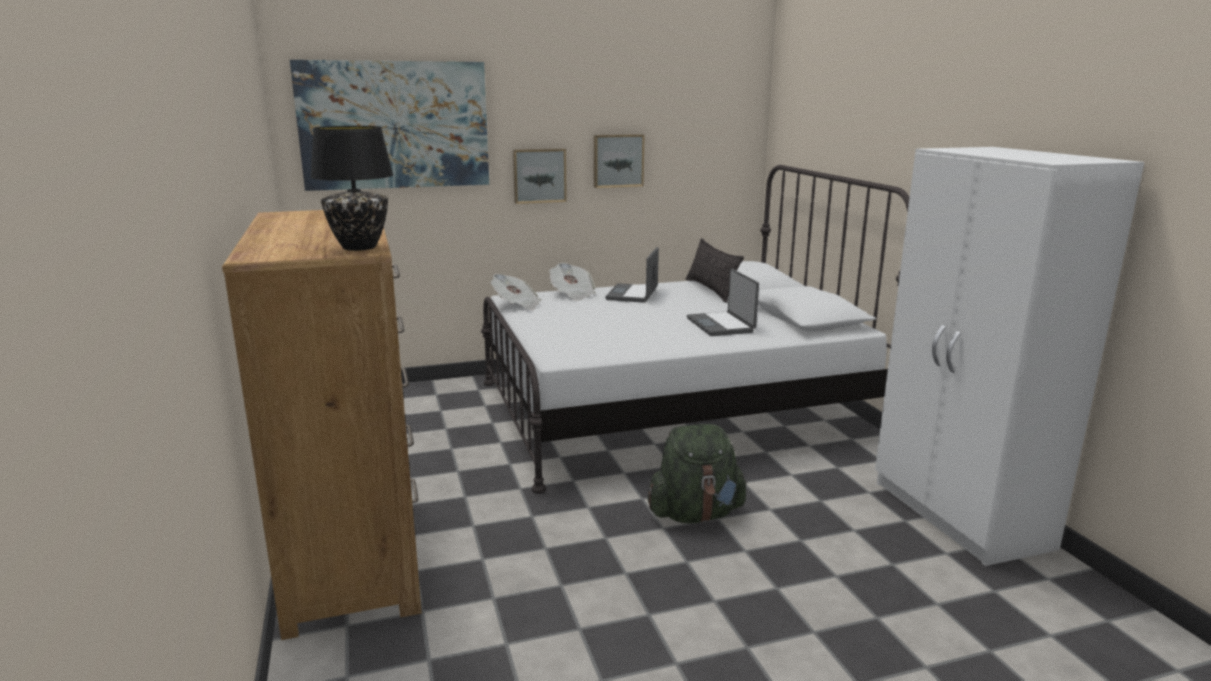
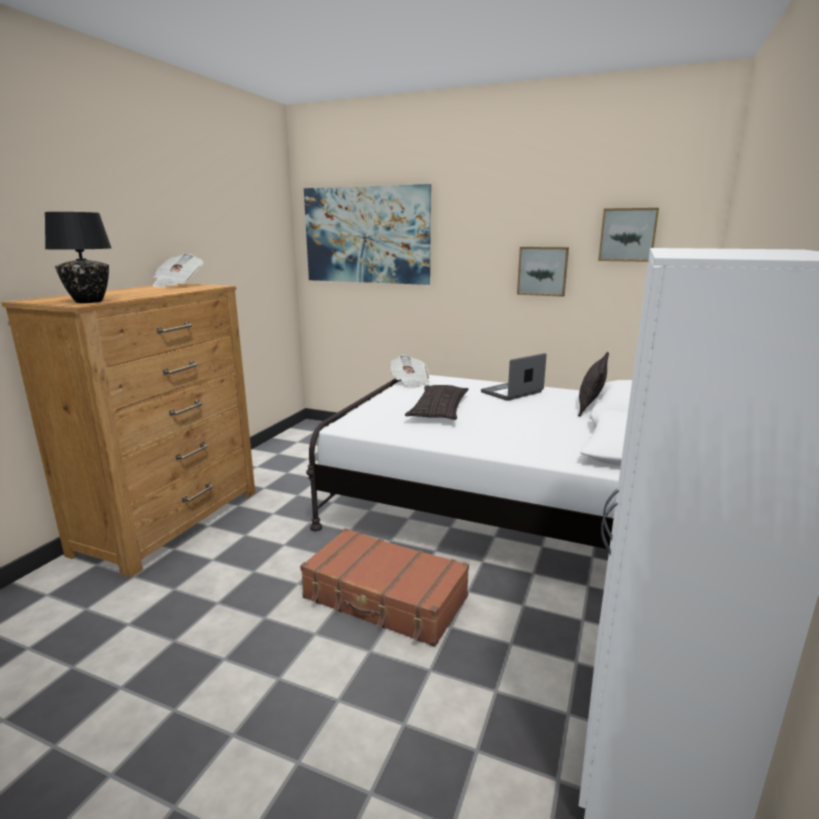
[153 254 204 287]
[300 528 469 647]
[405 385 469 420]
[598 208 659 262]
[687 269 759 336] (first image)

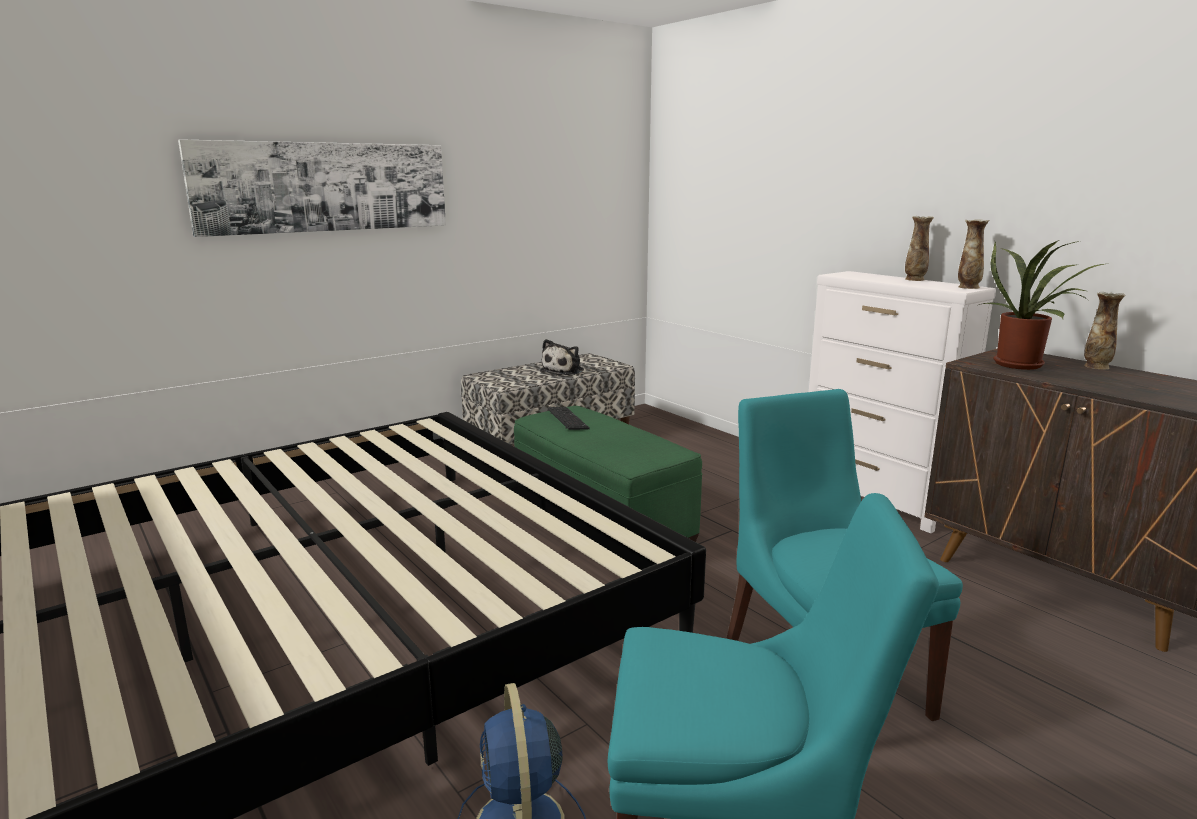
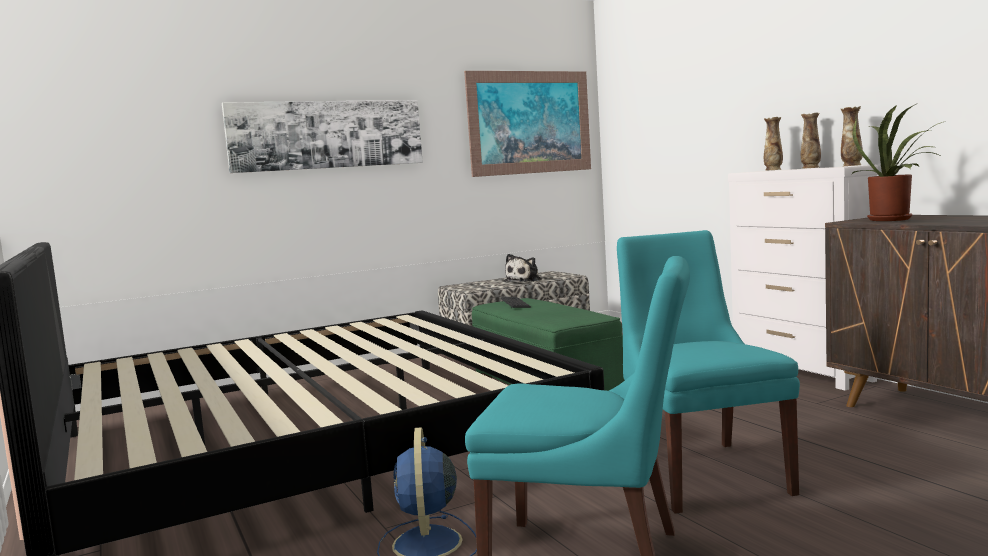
[464 71 591 177]
[764 117 783 171]

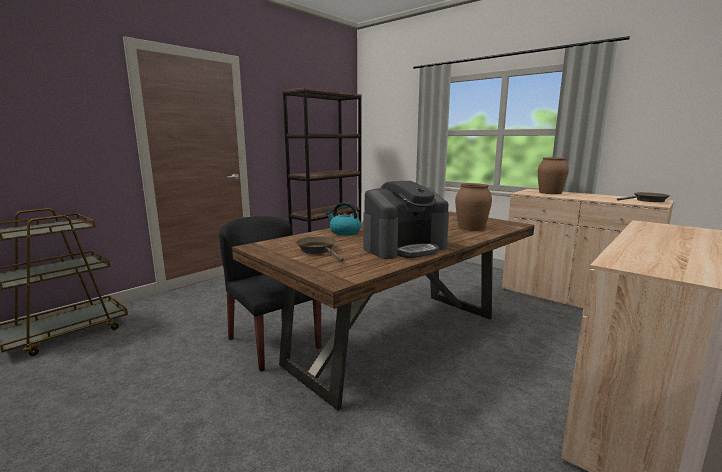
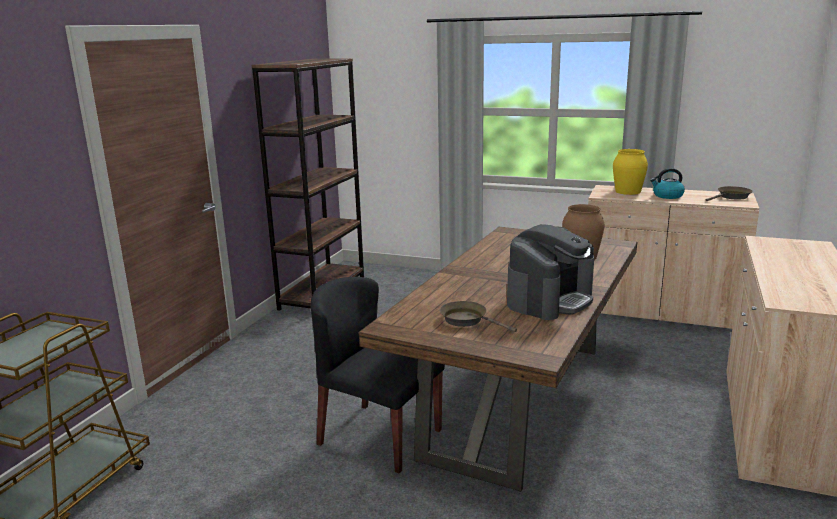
[613 149 648 195]
[650 168 685 199]

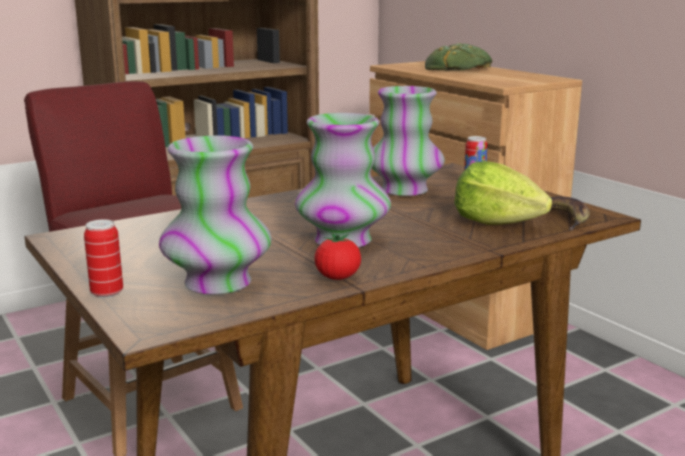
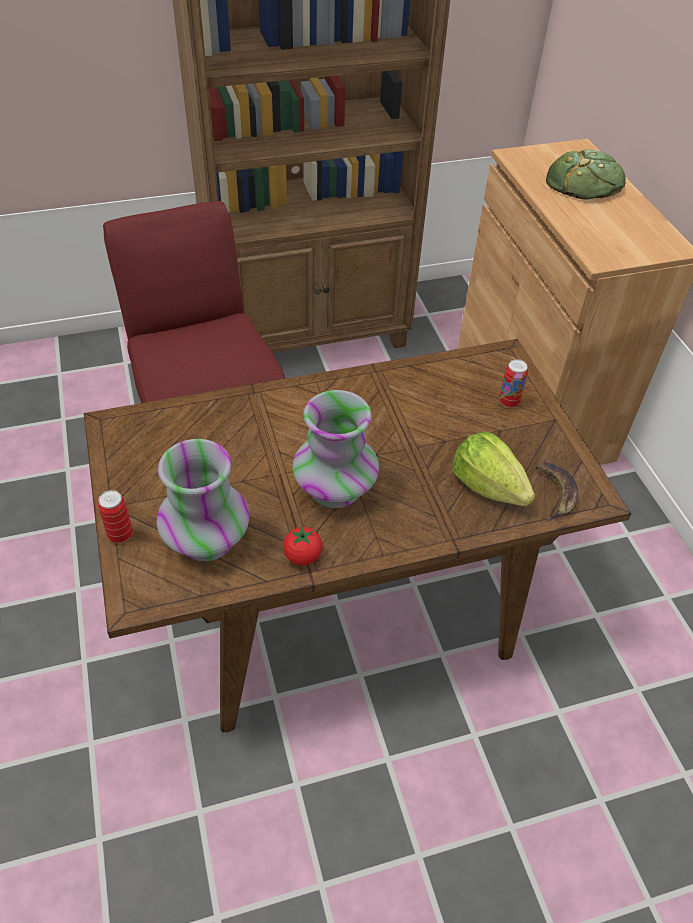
[372 86 445 196] (first image)

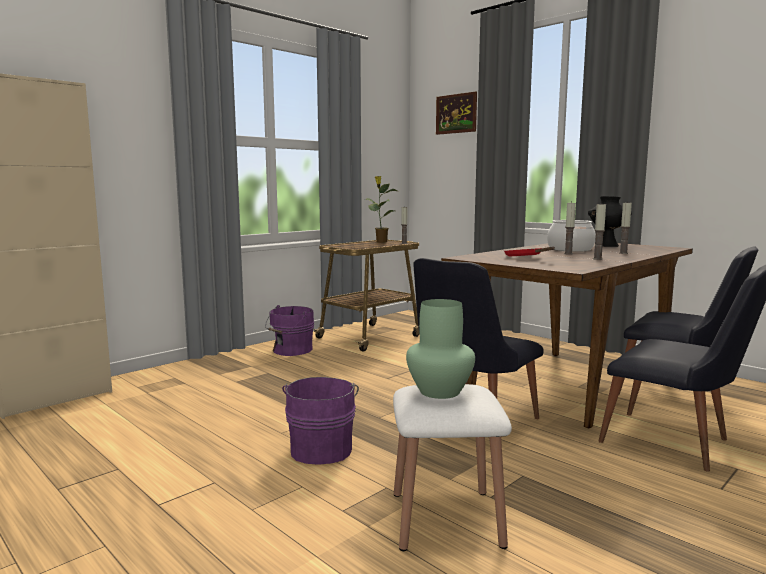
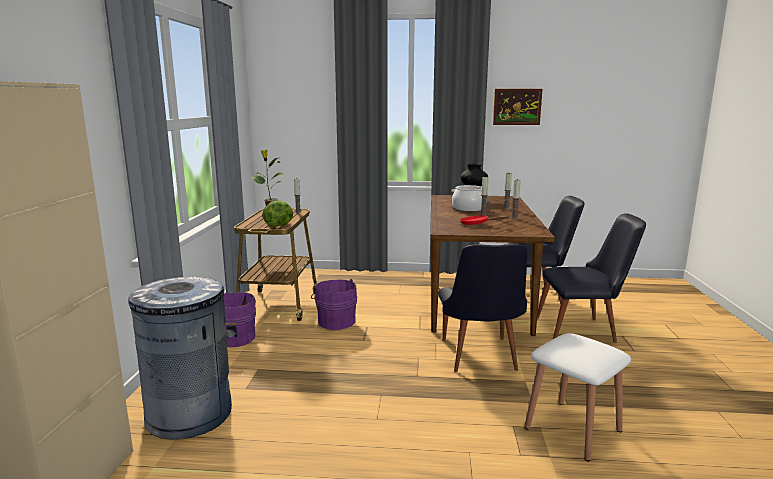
[128 277 232 440]
[262 200 293 227]
[311 279 358 330]
[493 89 542 125]
[406 299 475 399] (first image)

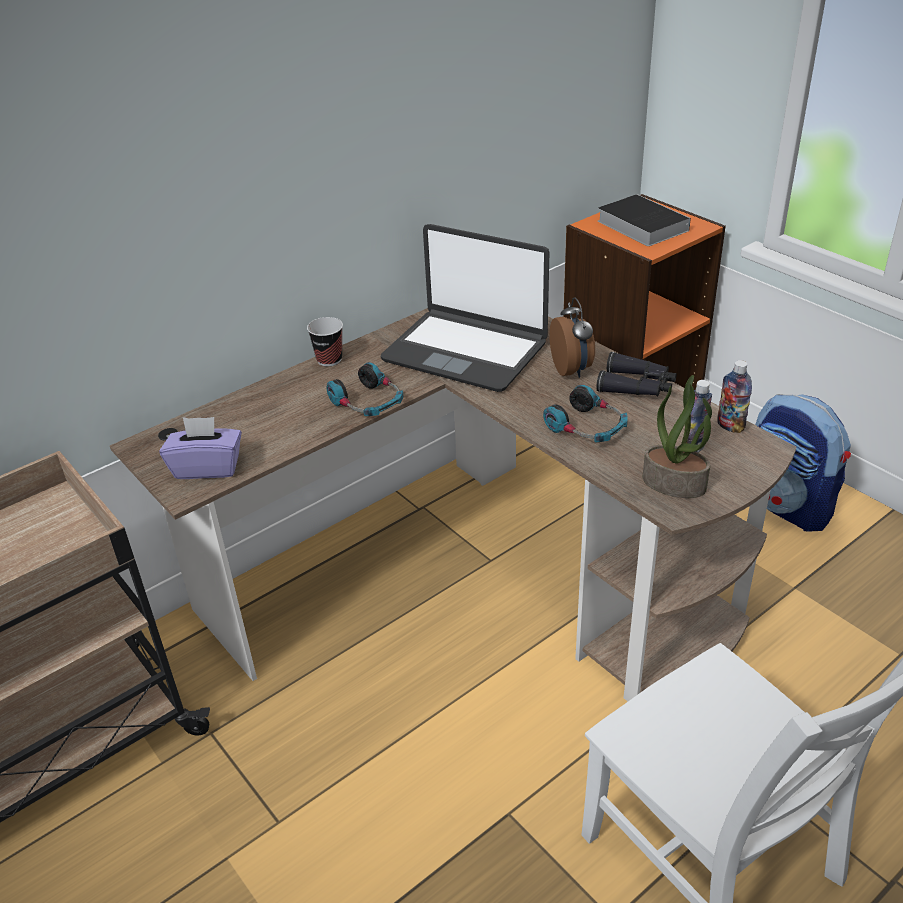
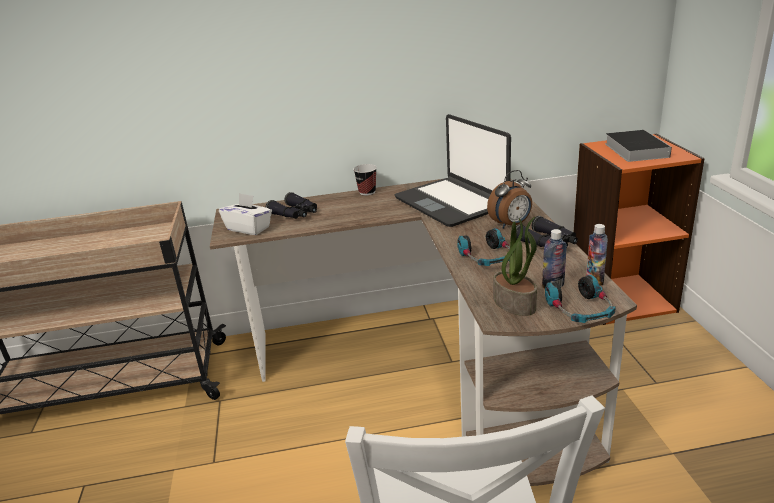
[219 193 272 235]
[266 192 317 219]
[487 170 532 229]
[545 275 616 323]
[755 394 851 532] (first image)

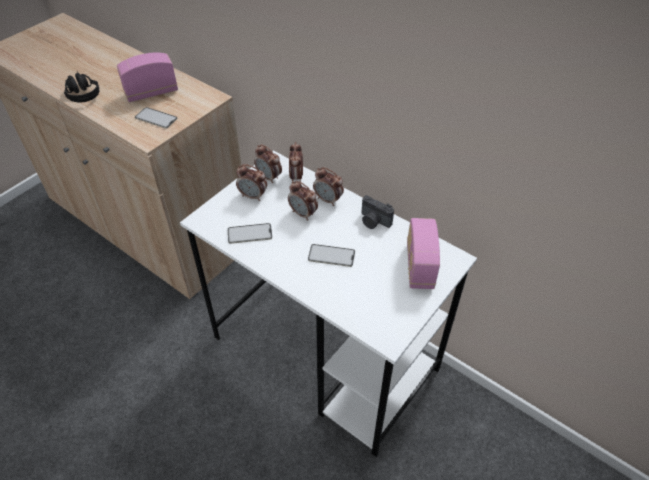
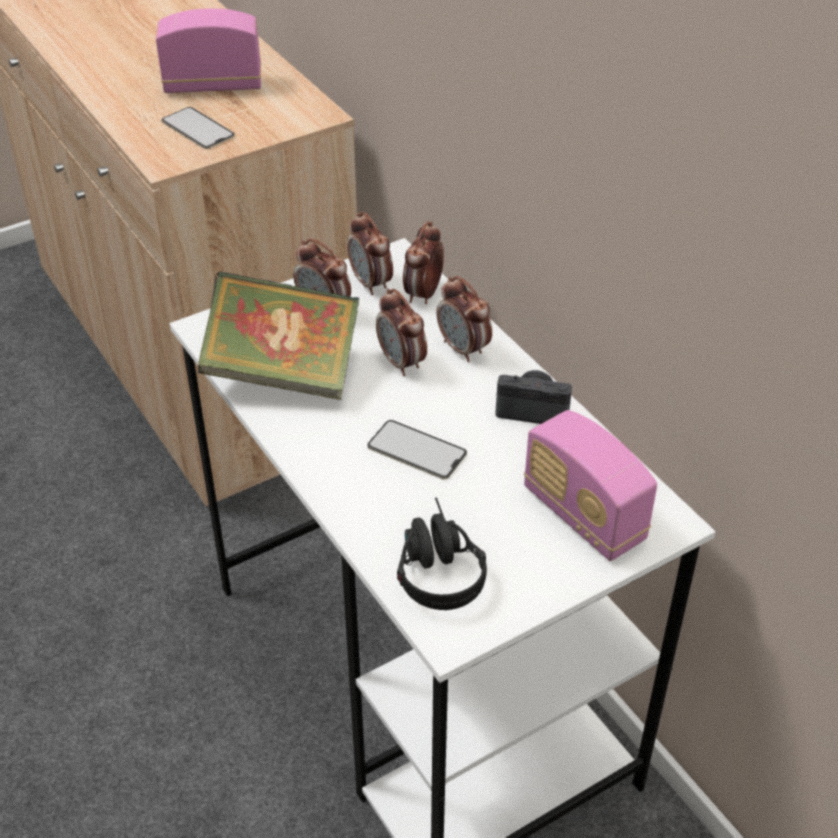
[198 272 360 400]
[397 498 487 610]
[496 370 572 424]
[524 410 657 561]

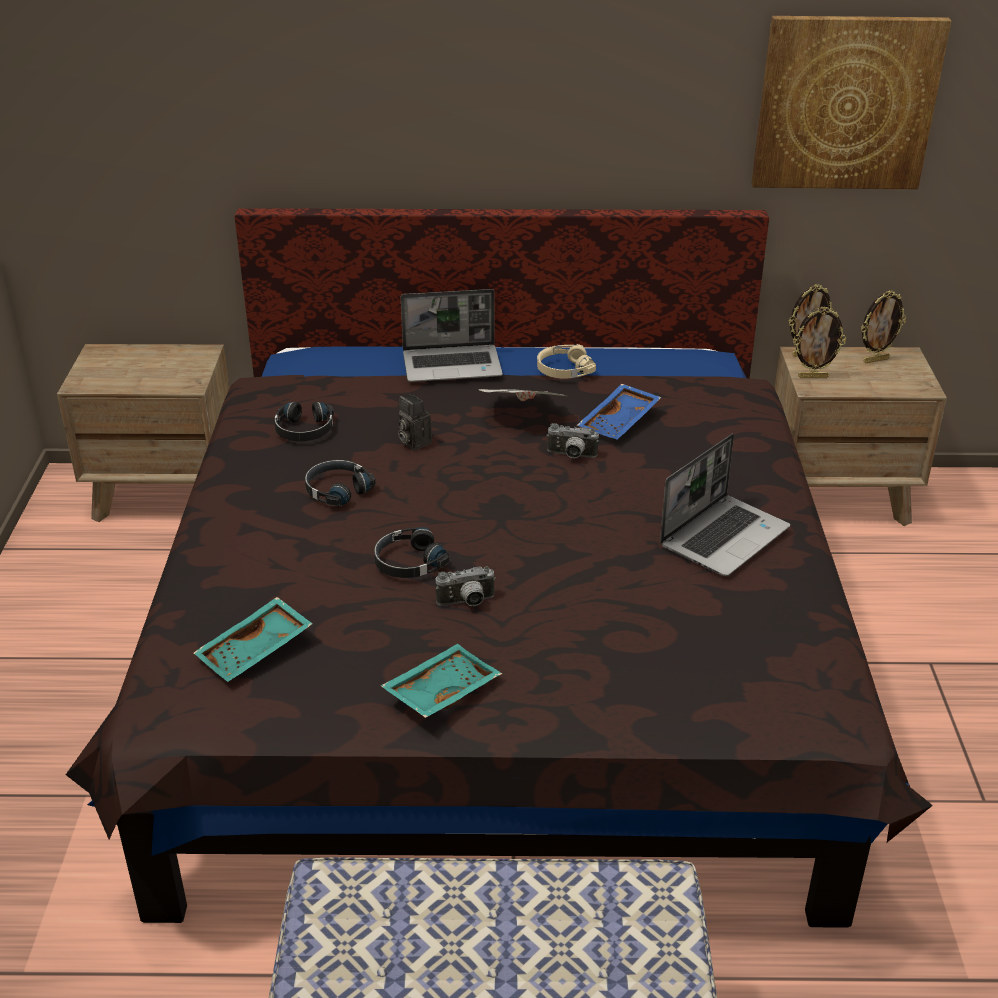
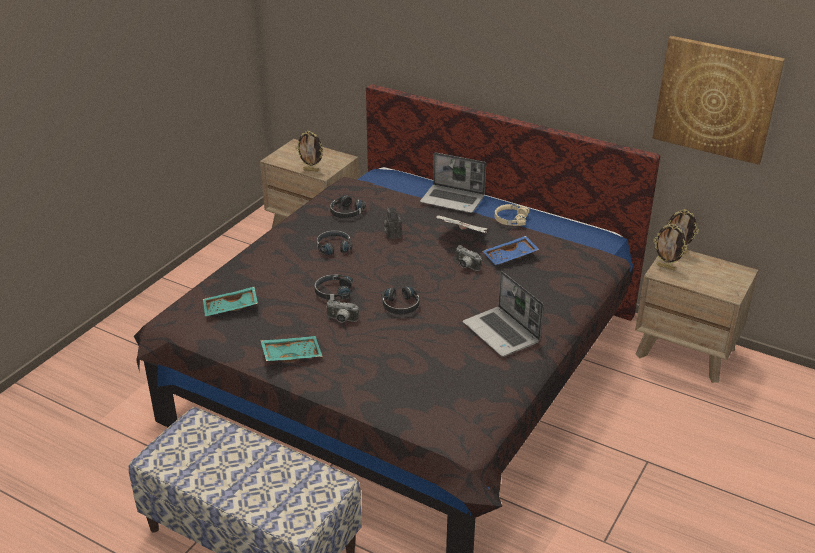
[296 131 324 172]
[381 287 419 314]
[463 271 543 357]

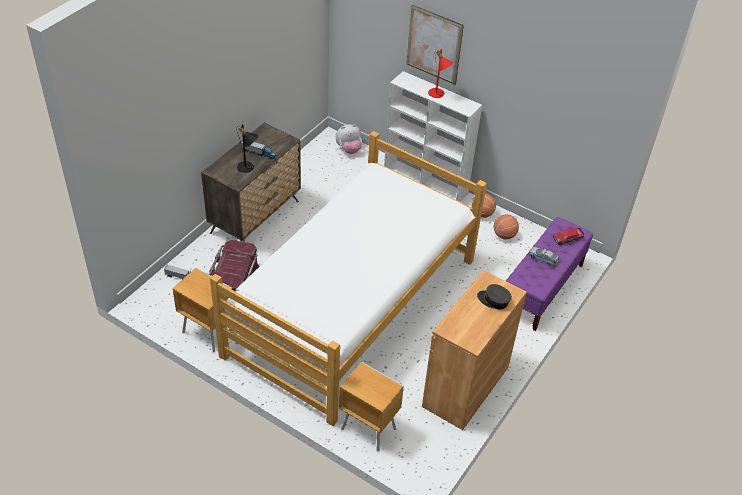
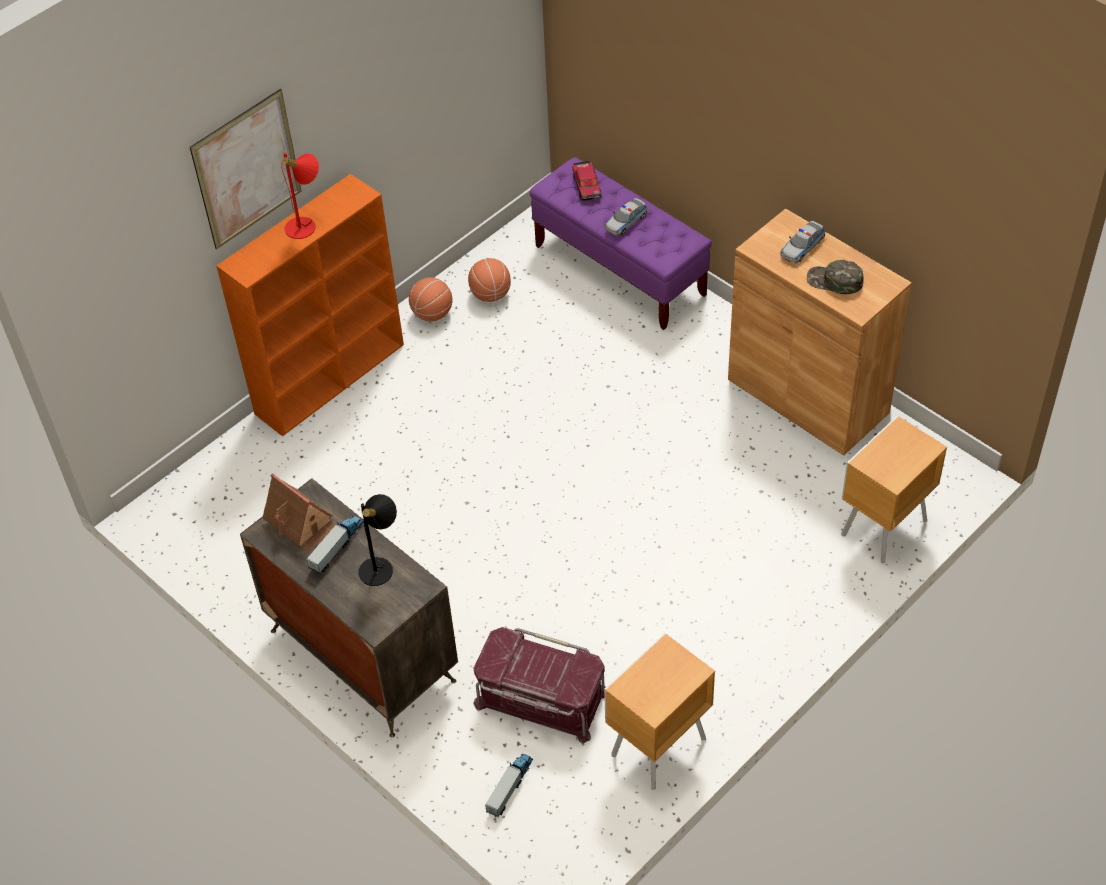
[217 174 404 437]
[262 473 336 552]
[780 221 826 263]
[807 260 864 294]
[210 131 487 426] (first image)
[336 124 362 154] (first image)

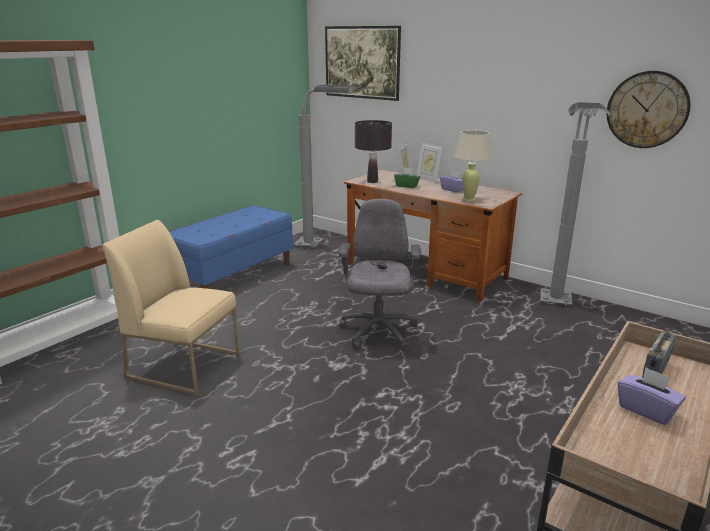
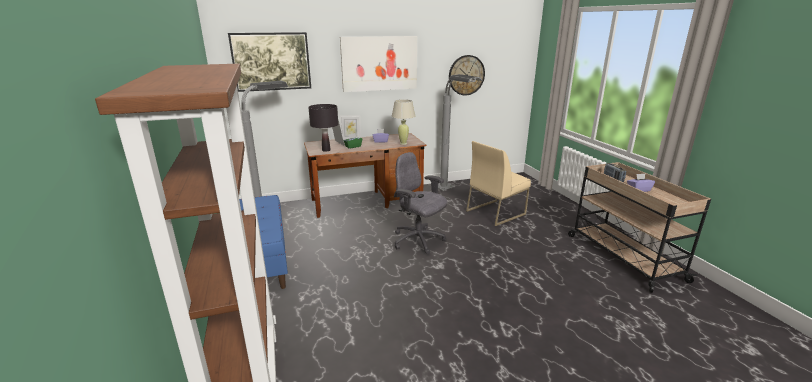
[340 36 417 92]
[466 141 531 226]

